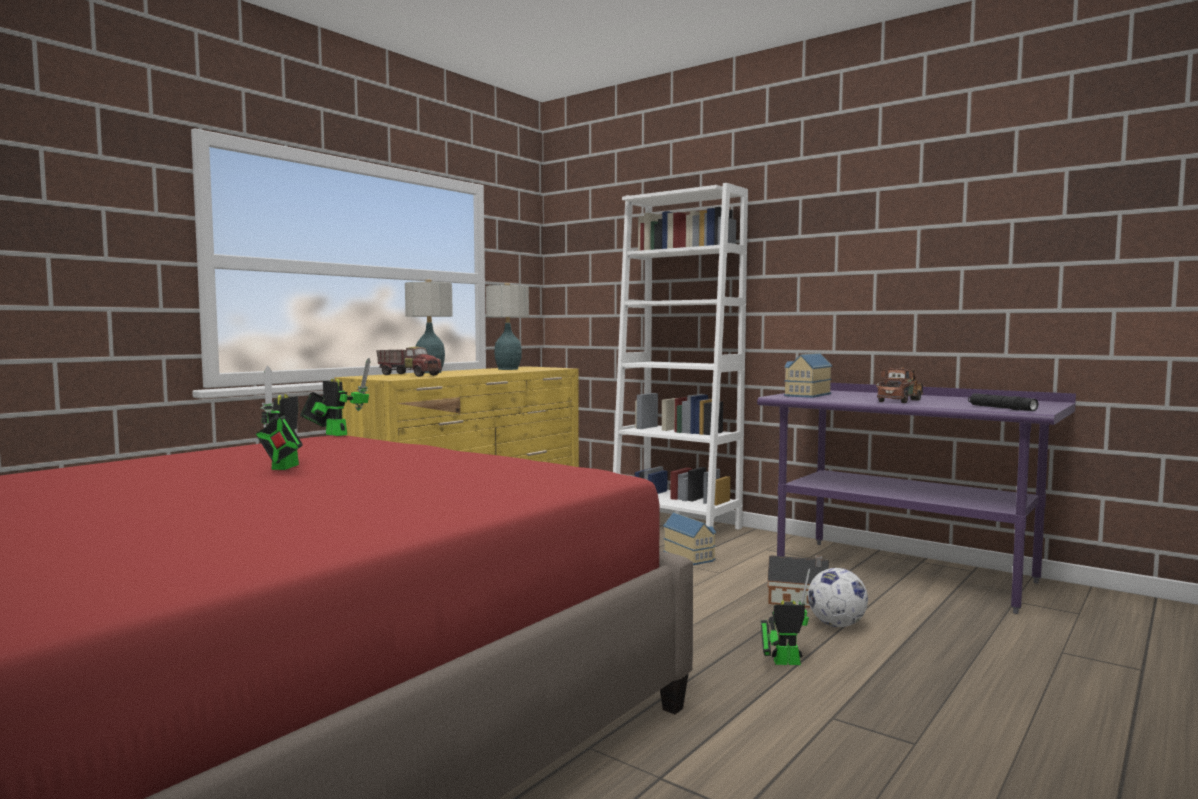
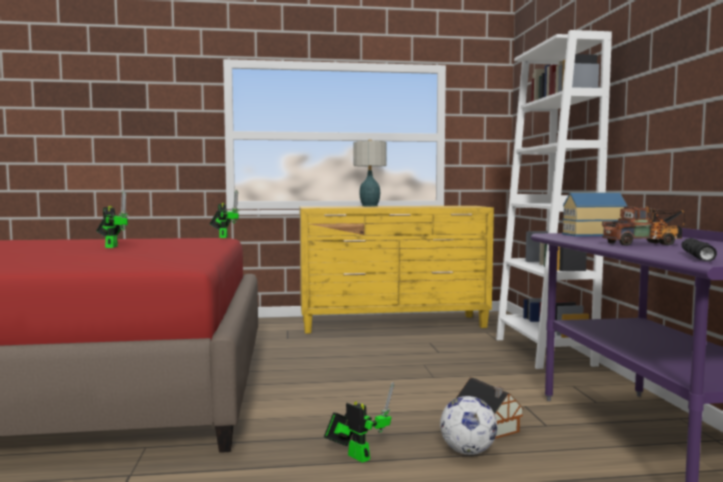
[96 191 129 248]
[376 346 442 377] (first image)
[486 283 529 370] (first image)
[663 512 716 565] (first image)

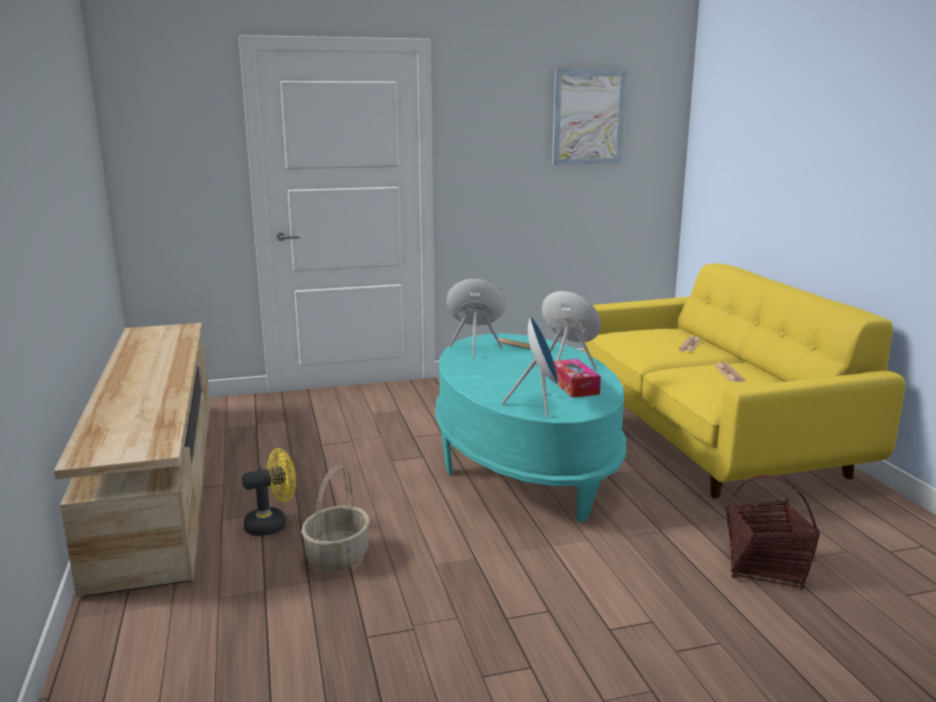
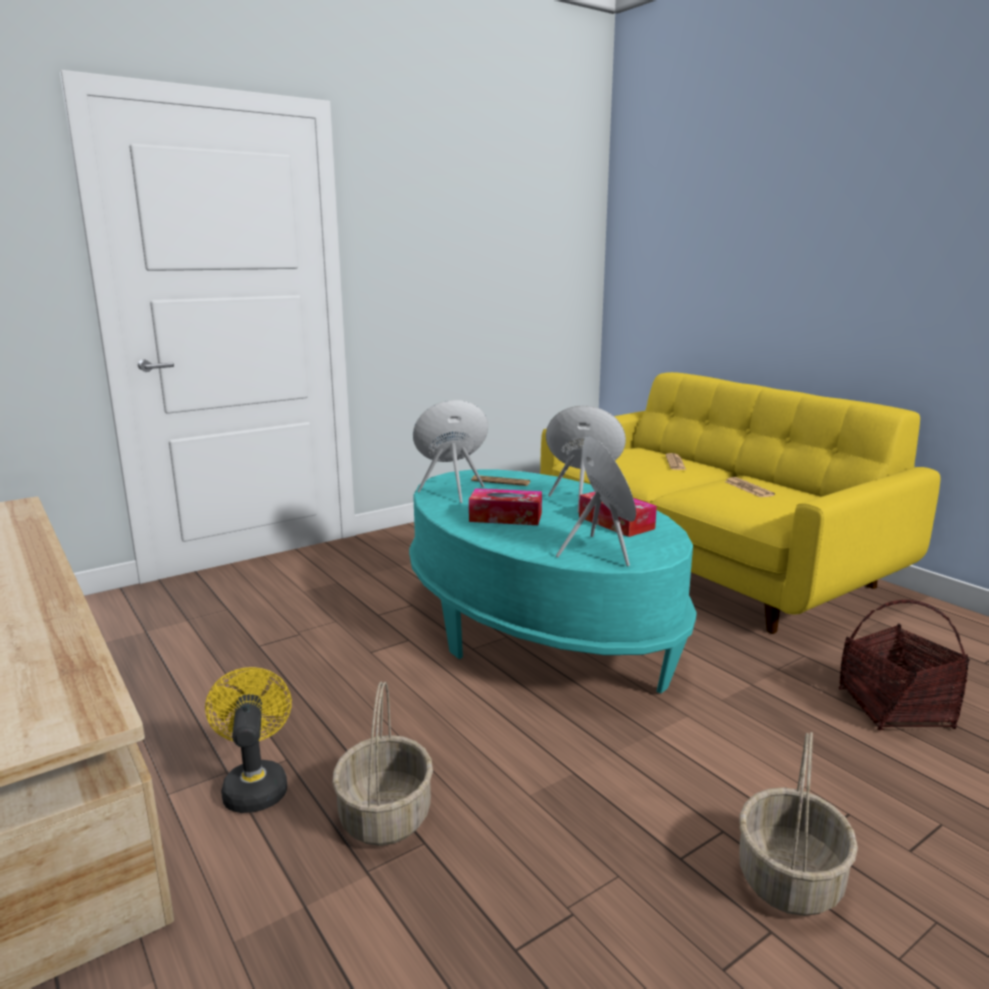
[205 667 292 813]
[469 488 542 525]
[739 732 858 916]
[552 69 627 165] (first image)

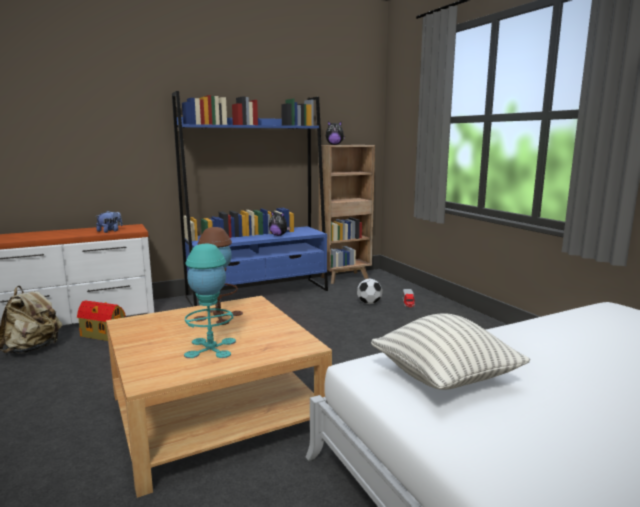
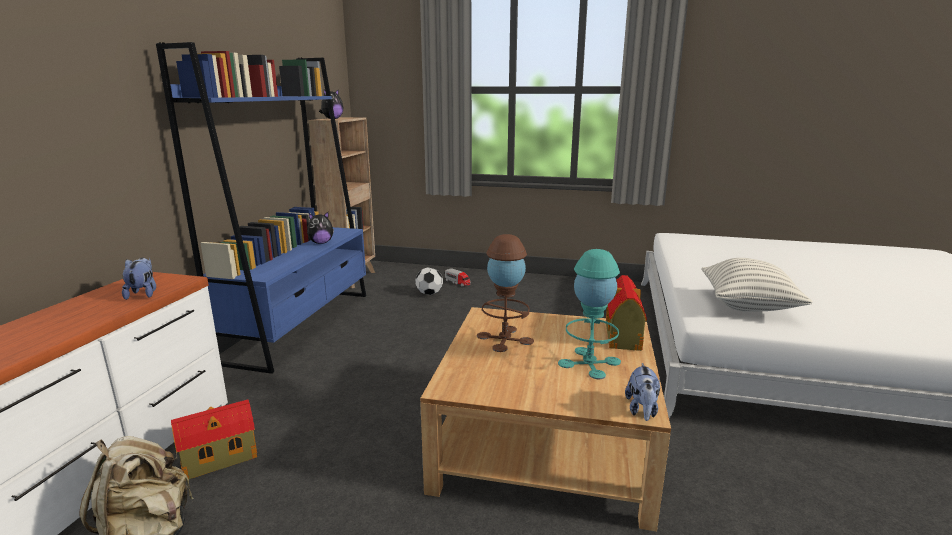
[606 275 647 351]
[625 363 660 421]

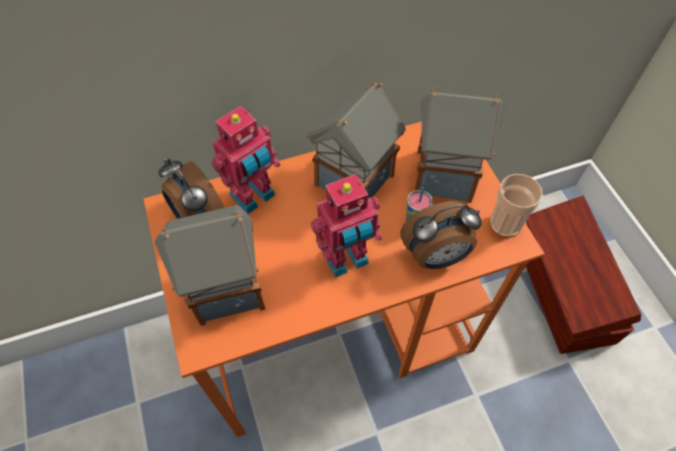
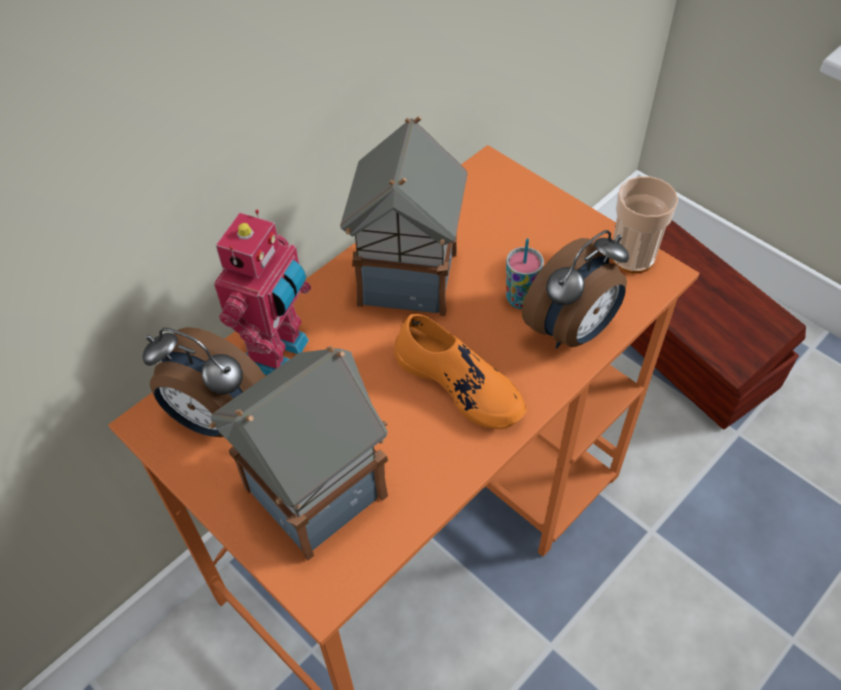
[394 314 526 429]
[414 87 507 203] (first image)

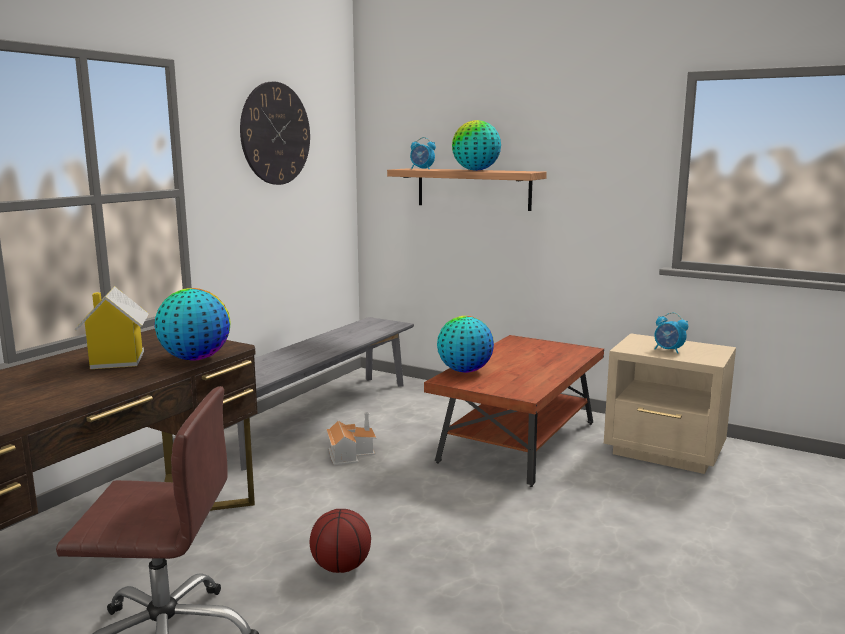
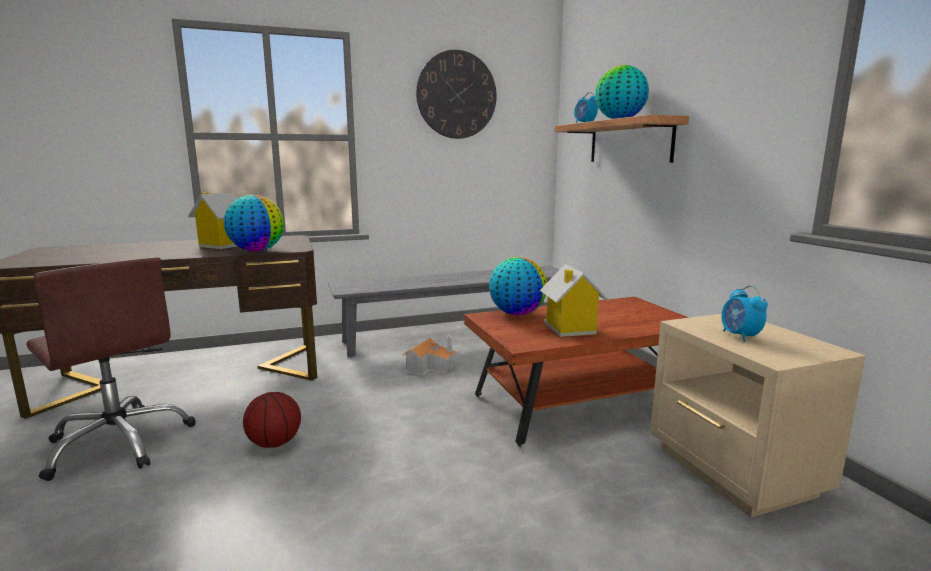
[540 264 608 337]

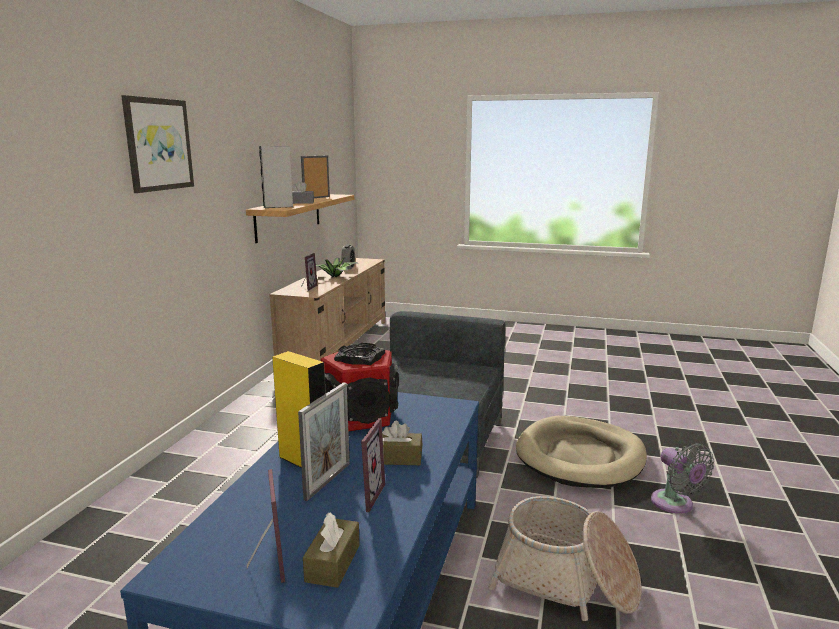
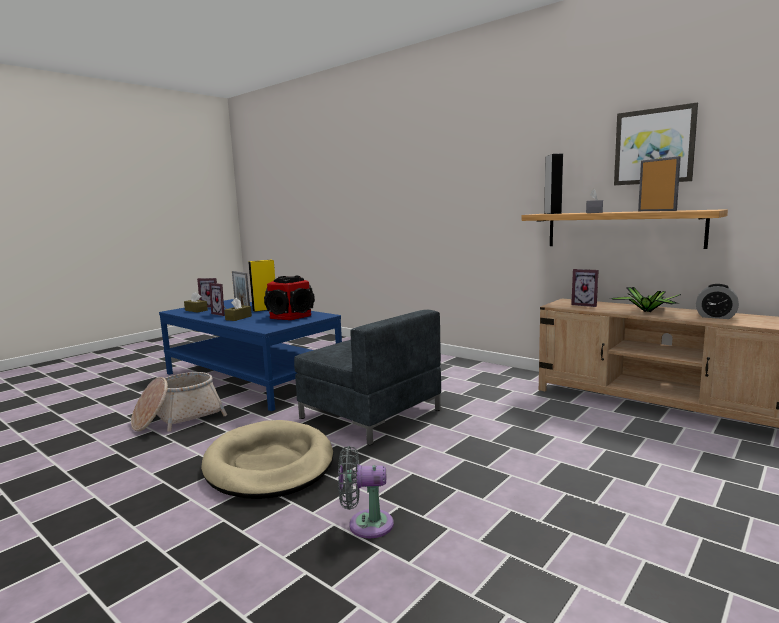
[338 446 394 538]
[614 102 698 185]

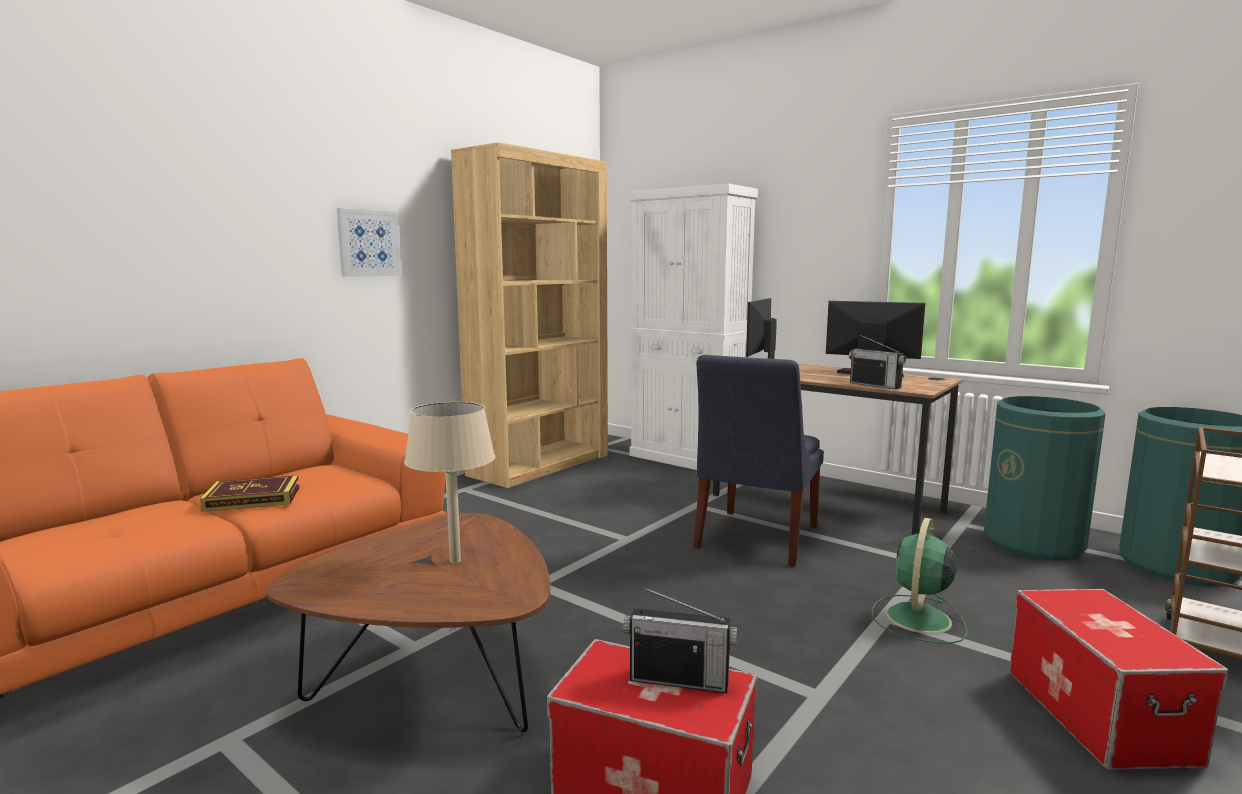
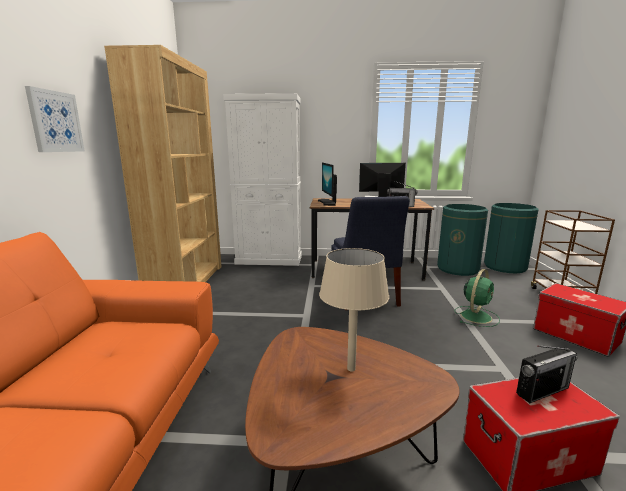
[454 269 500 327]
[200 475 300 512] (first image)

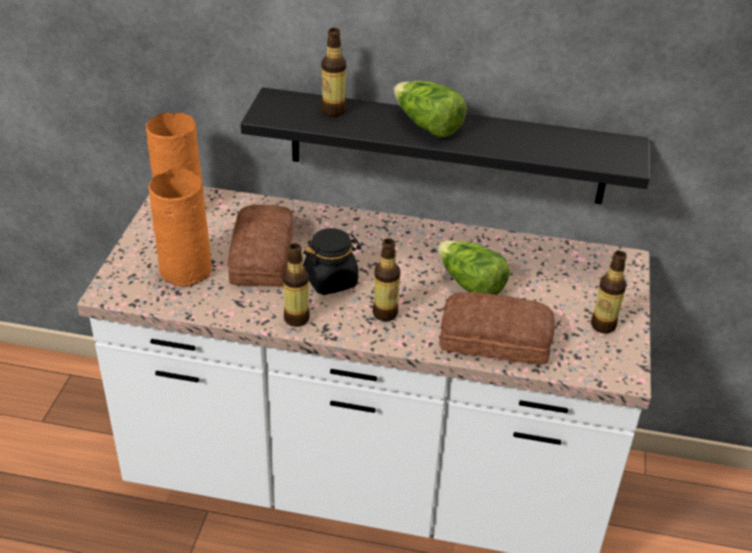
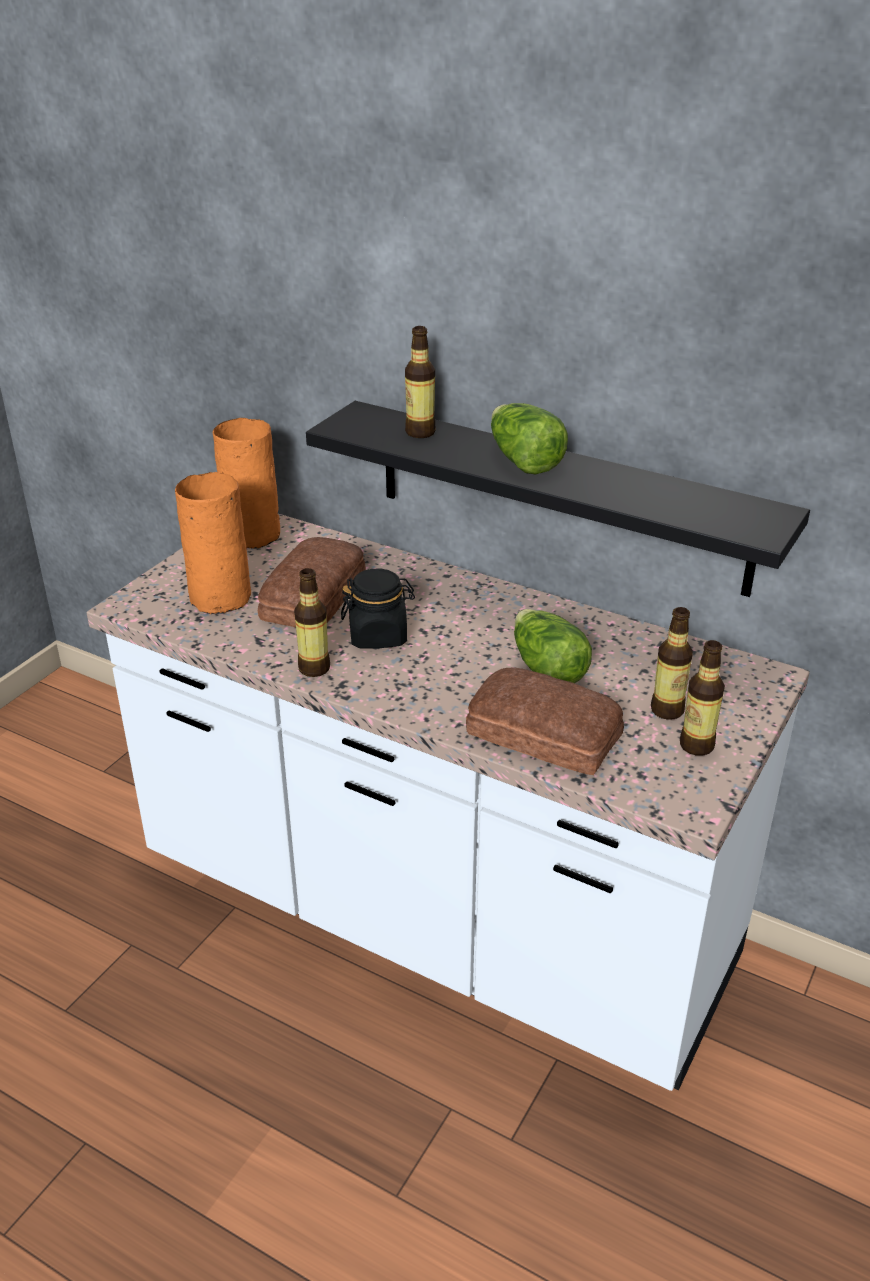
[651 607 693 720]

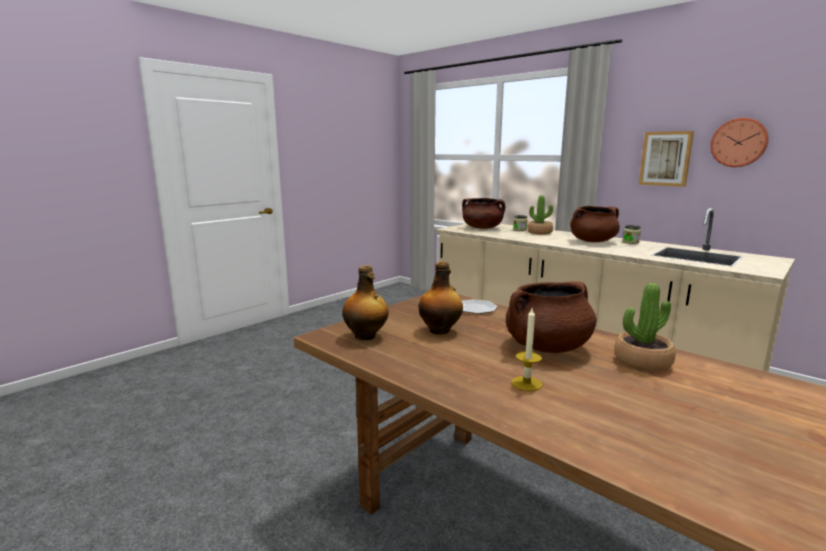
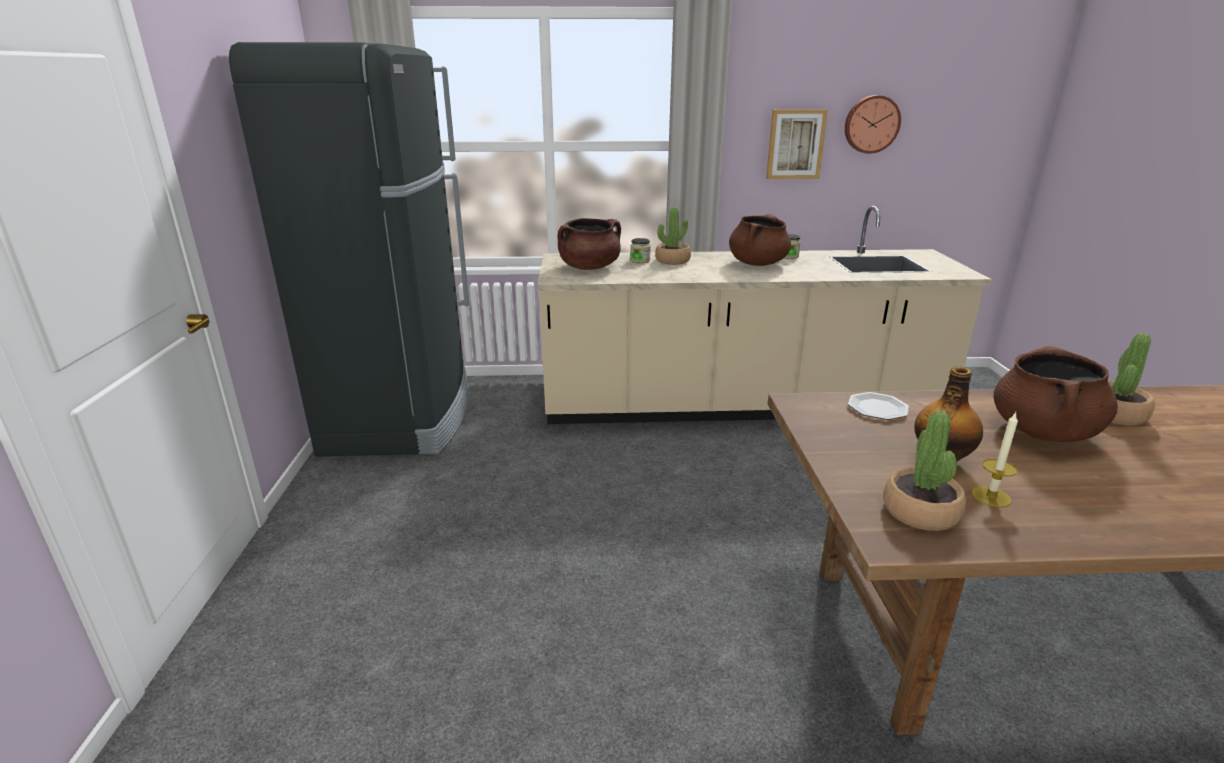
[229 42 469 457]
[883 411 966 531]
[972 412 1018 507]

